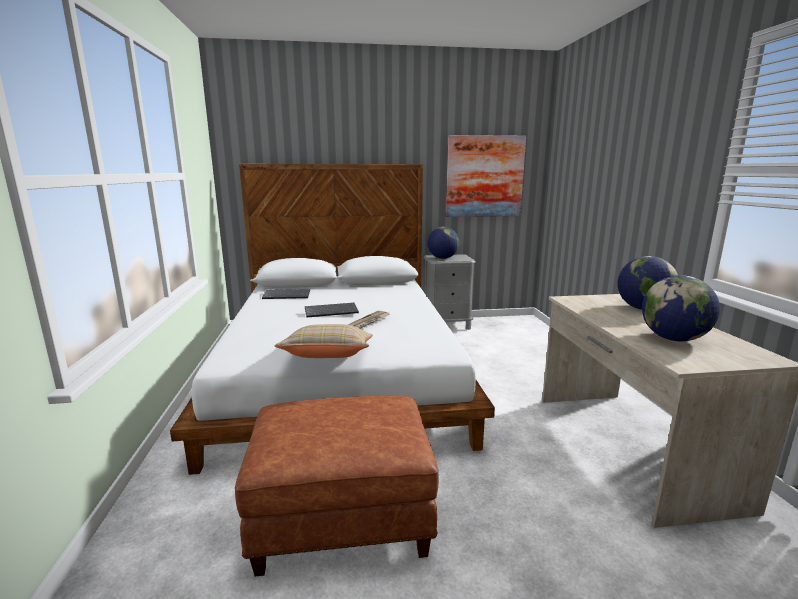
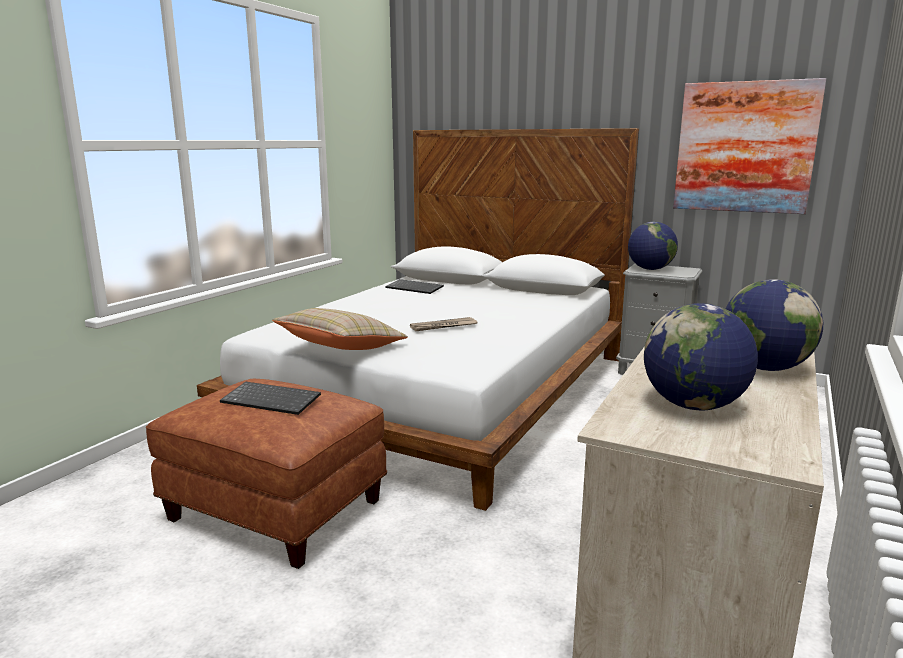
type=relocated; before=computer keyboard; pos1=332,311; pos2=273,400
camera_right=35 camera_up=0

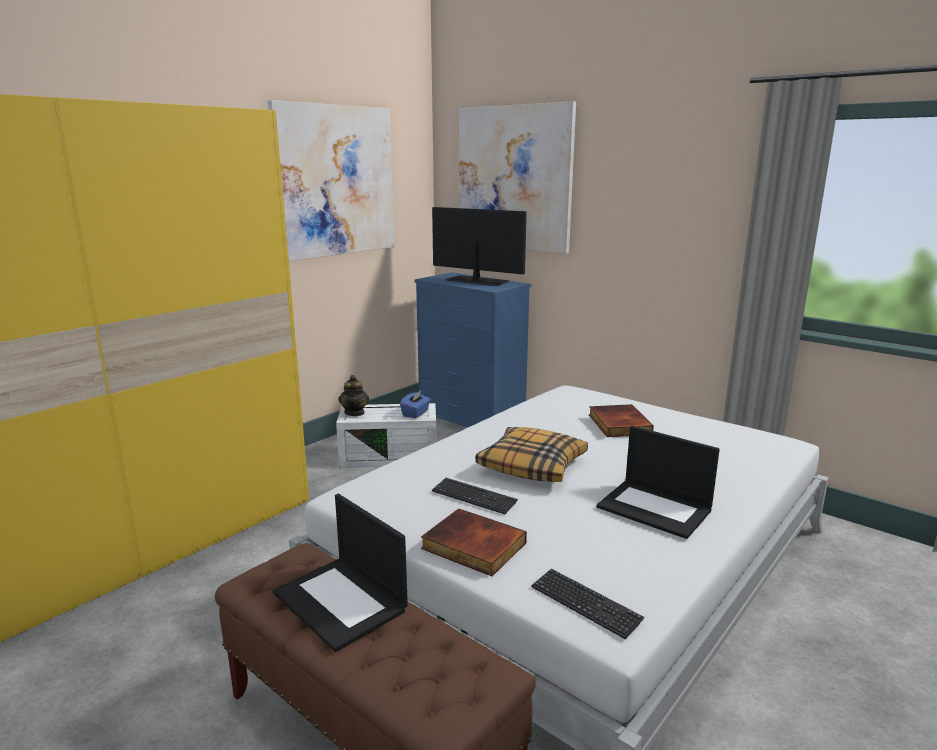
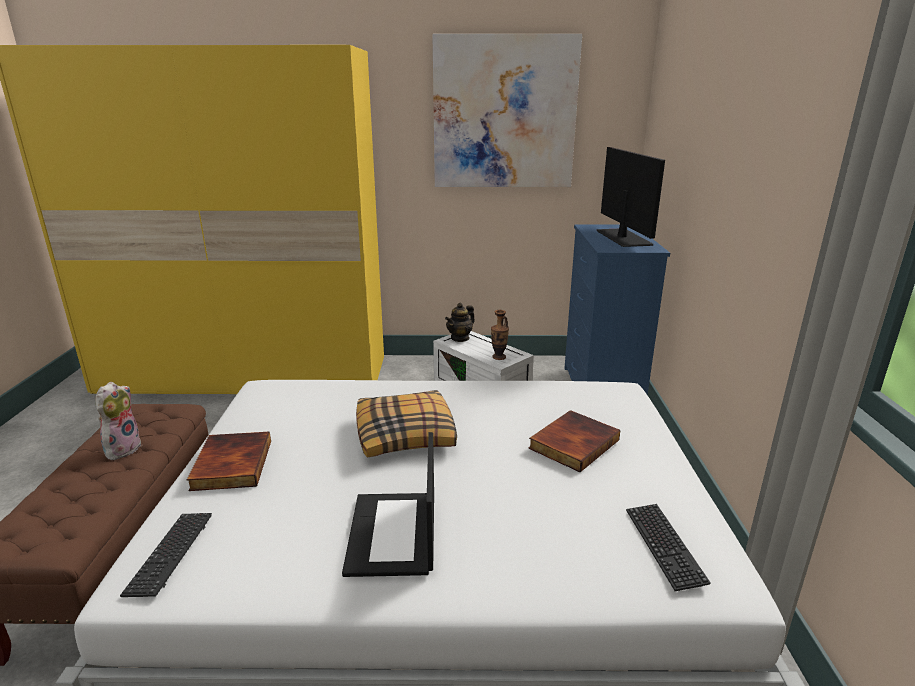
type=missing; before=wall art; pos1=514,178
type=relocated; before=computer keyboard; pos1=474,497; pos2=664,546
type=exchanged; before=notebook computer; after=plush toy; pos1=341,602; pos2=122,448
type=exchanged; before=blue tissue box; after=flower vase; pos1=416,413; pos2=499,357
camera_right=50 camera_up=5

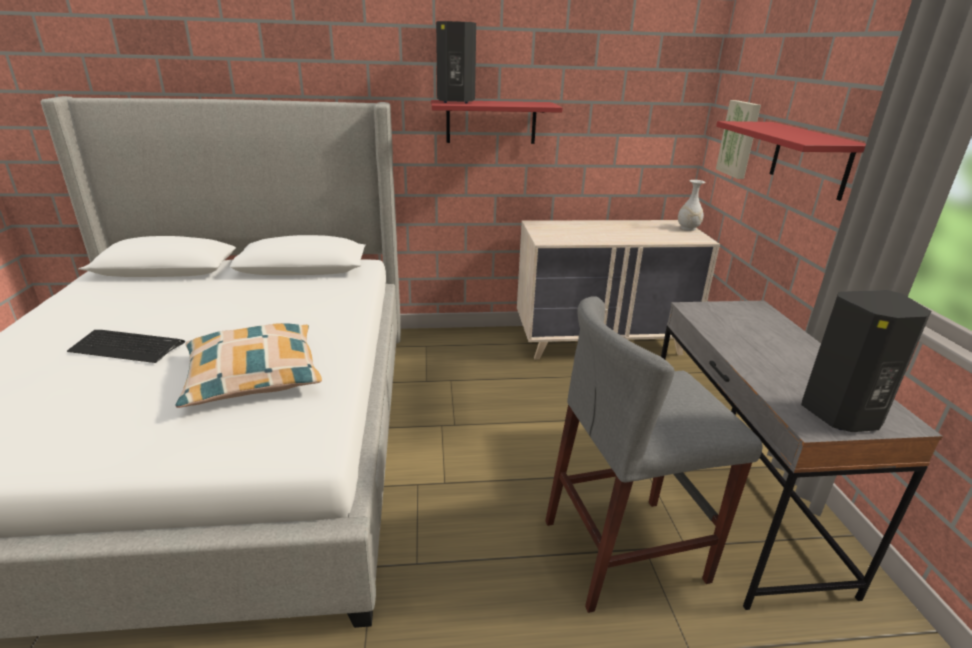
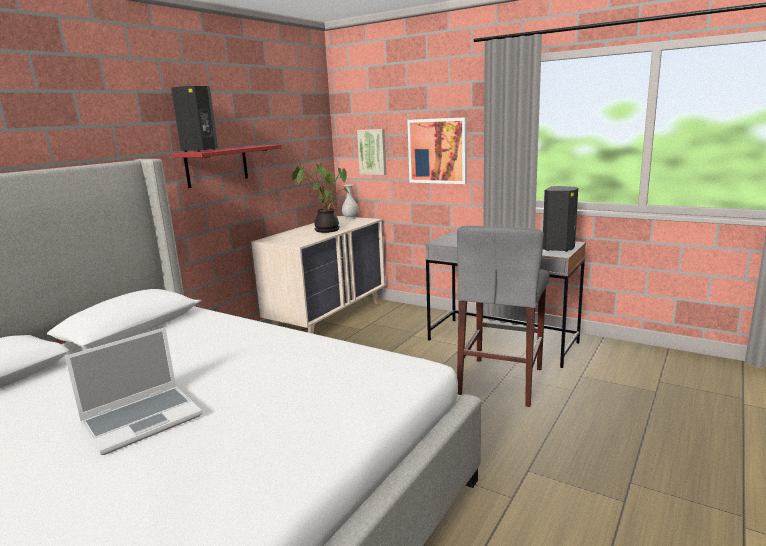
type=missing; before=cushion; pos1=253,376
type=appeared; after=potted plant; pos2=327,230
type=exchanged; before=computer keyboard; after=notebook computer; pos1=127,347; pos2=143,419
type=exchanged; before=red bracket shelf; after=wall art; pos1=810,159; pos2=437,151
camera_right=-50 camera_up=-10

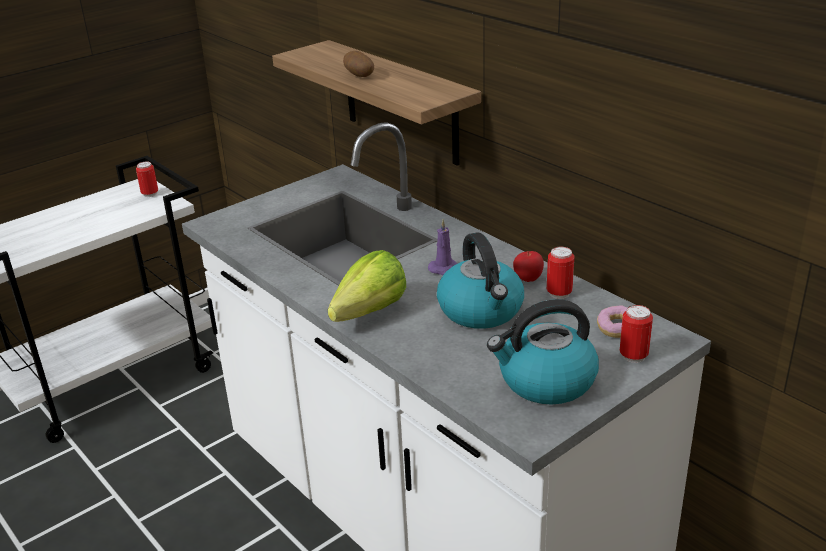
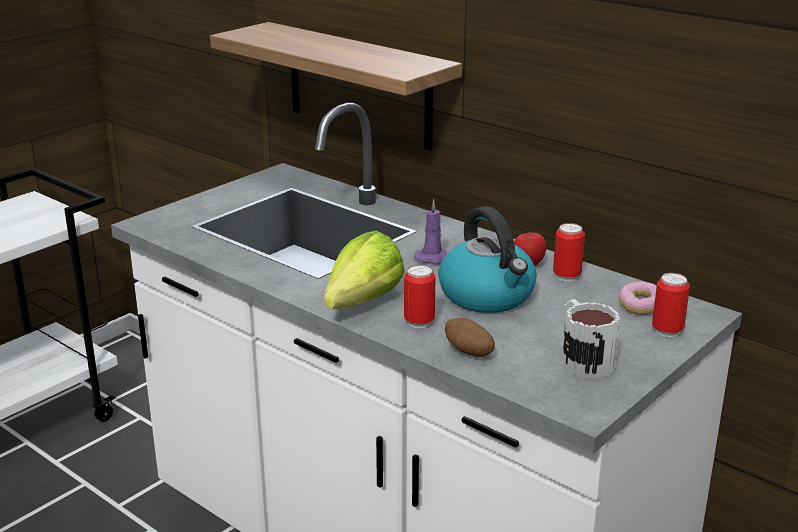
type=relocated; before=sealed can; pos1=150,194; pos2=419,322
type=relocated; before=potato; pos1=359,76; pos2=468,353
type=exchanged; before=tea kettle; after=coffee mug; pos1=545,381; pos2=582,359
camera_right=-10 camera_up=-5

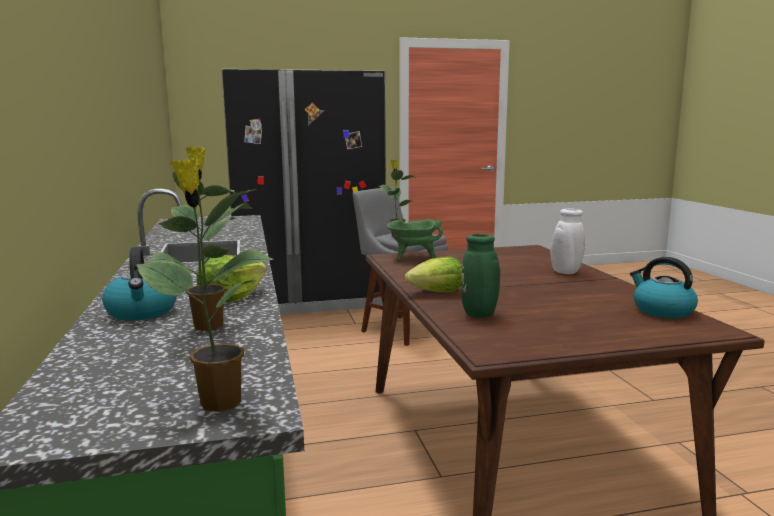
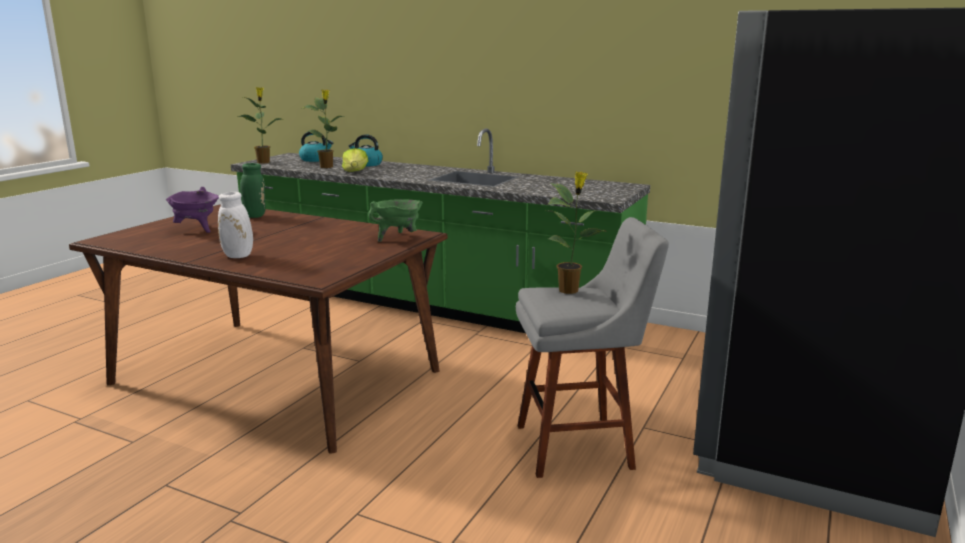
type=missing; before=head of lettuce; pos1=437,292
type=appeared; after=purple-coloured stockpot; pos2=197,230
type=relocated; before=tea kettle; pos1=662,311; pos2=315,159
camera_right=130 camera_up=5

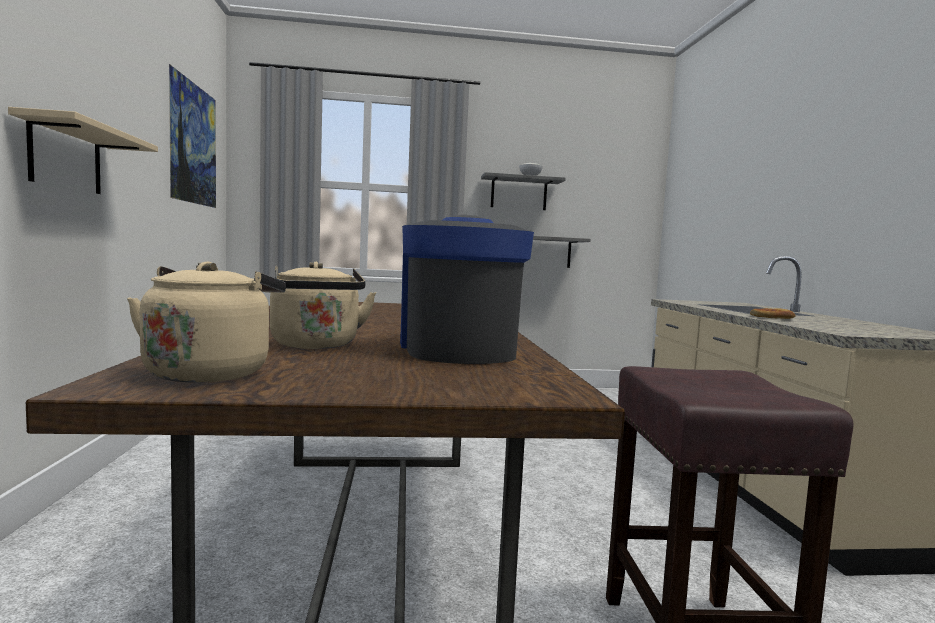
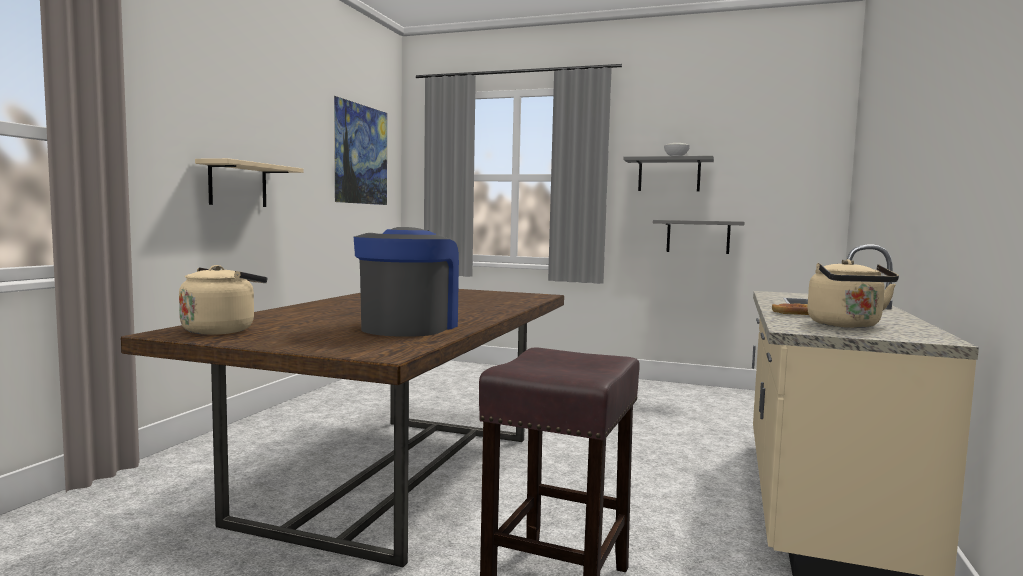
type=relocated; before=beige tea kettle; pos1=317,345; pos2=846,325
camera_right=25 camera_up=0

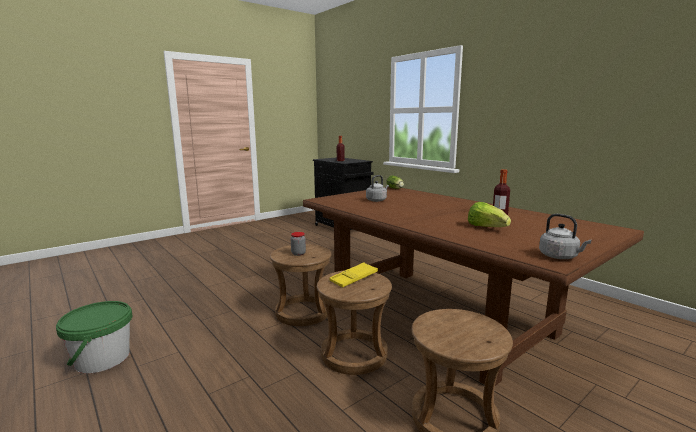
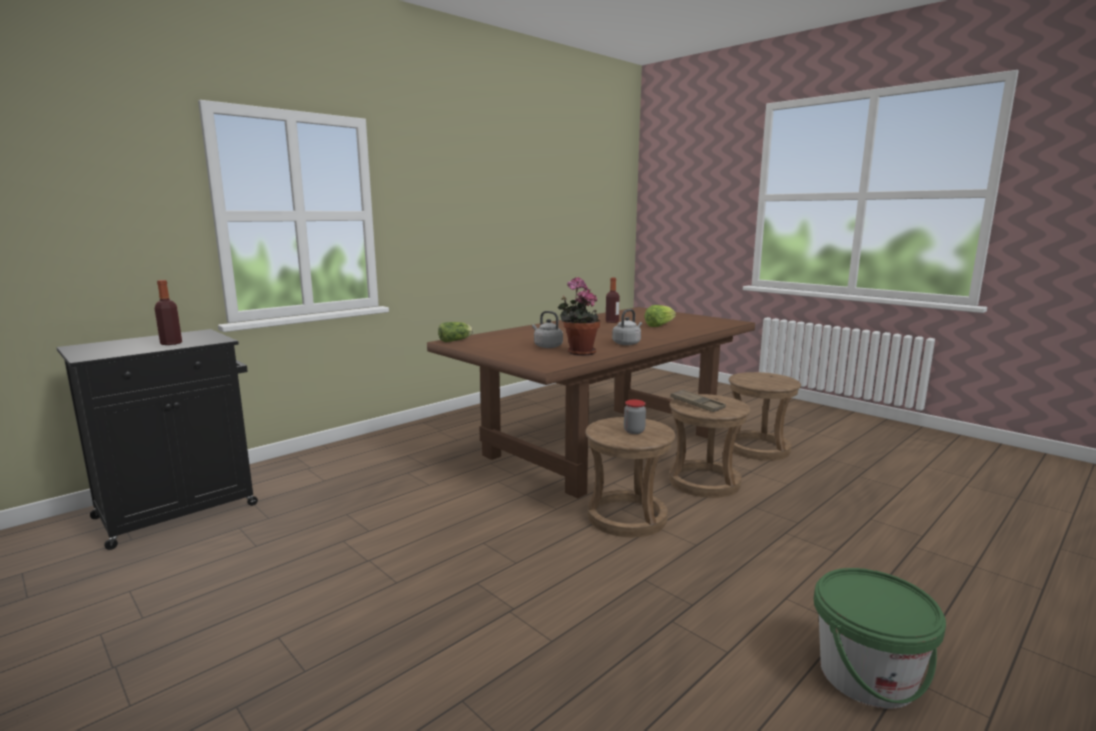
type=appeared; after=potted plant; pos2=579,352
type=relocated; before=grey tea kettle; pos1=560,257; pos2=627,343
type=colour; before=yellowish serving tray; after=brown-coloured serving tray; pos1=354,278; pos2=697,405
camera_right=-95 camera_up=0

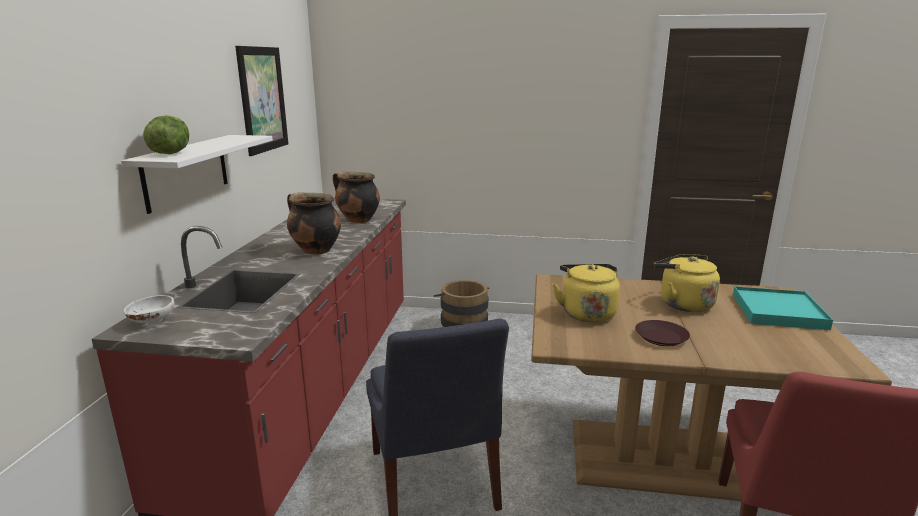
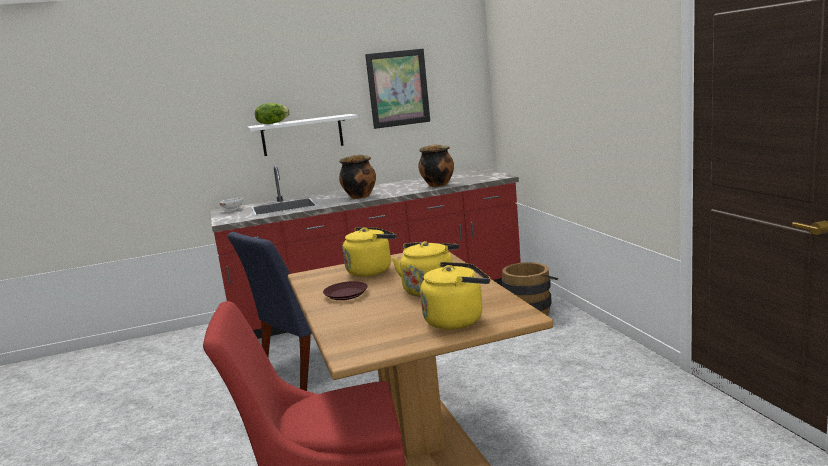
type=exchanged; before=turquoise-coloured serving tray; after=yellowish tea kettle; pos1=778,311; pos2=457,320
camera_right=65 camera_up=-5

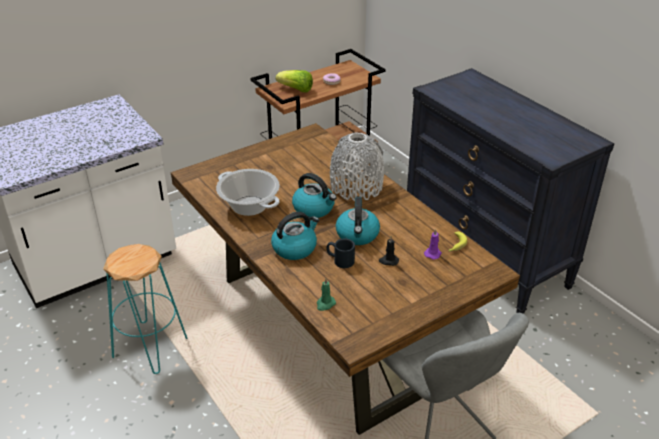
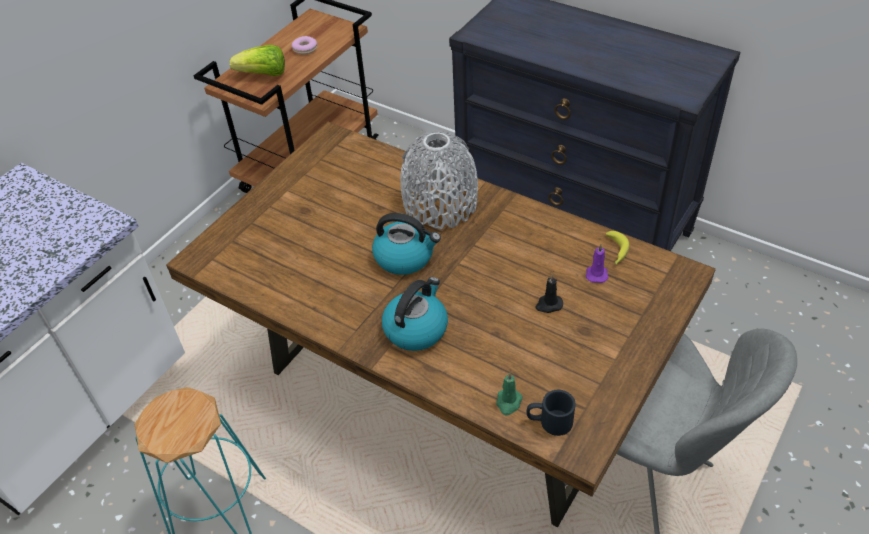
type=missing; before=stockpot; pos1=249,206
type=missing; before=tea kettle; pos1=357,235
type=relocated; before=black-coloured coffee mug; pos1=340,260; pos2=549,421
camera_right=-20 camera_up=10

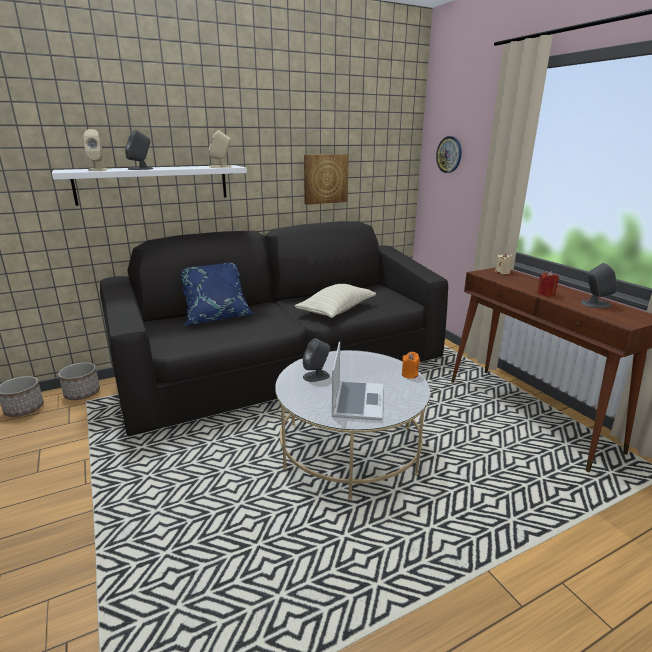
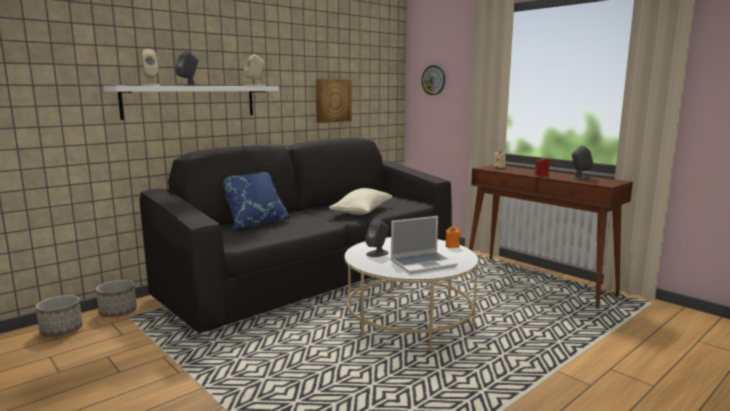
type=spun; before=notebook computer; pos1=357,401; pos2=423,264; turn=75
camera_right=-15 camera_up=-10

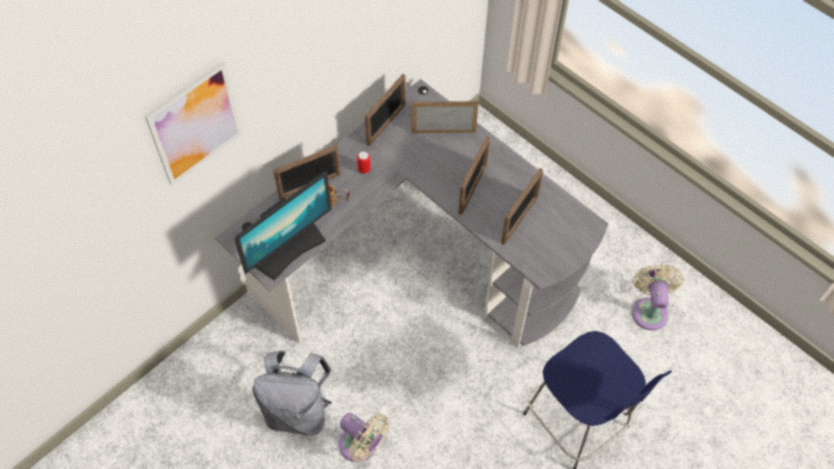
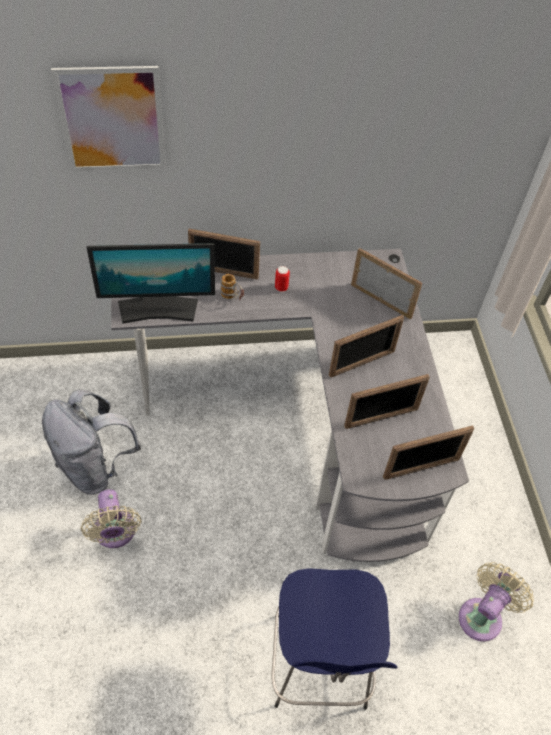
type=relocated; before=standing frame; pos1=386,124; pos2=421,468
camera_right=35 camera_up=-5

